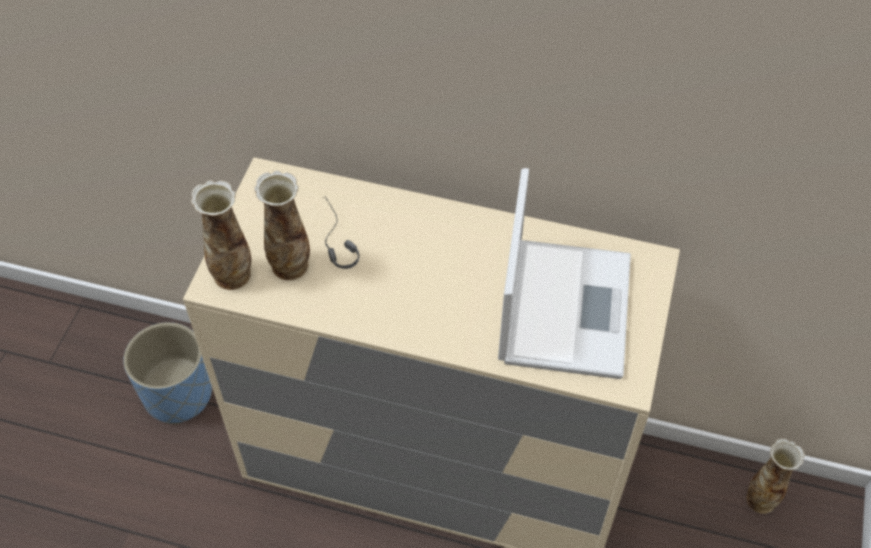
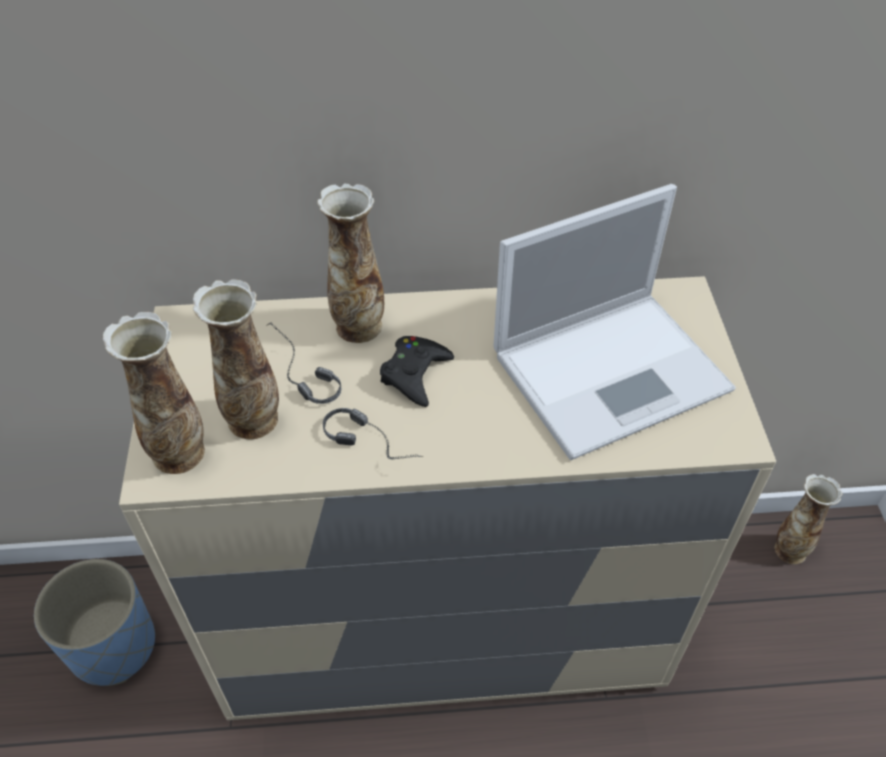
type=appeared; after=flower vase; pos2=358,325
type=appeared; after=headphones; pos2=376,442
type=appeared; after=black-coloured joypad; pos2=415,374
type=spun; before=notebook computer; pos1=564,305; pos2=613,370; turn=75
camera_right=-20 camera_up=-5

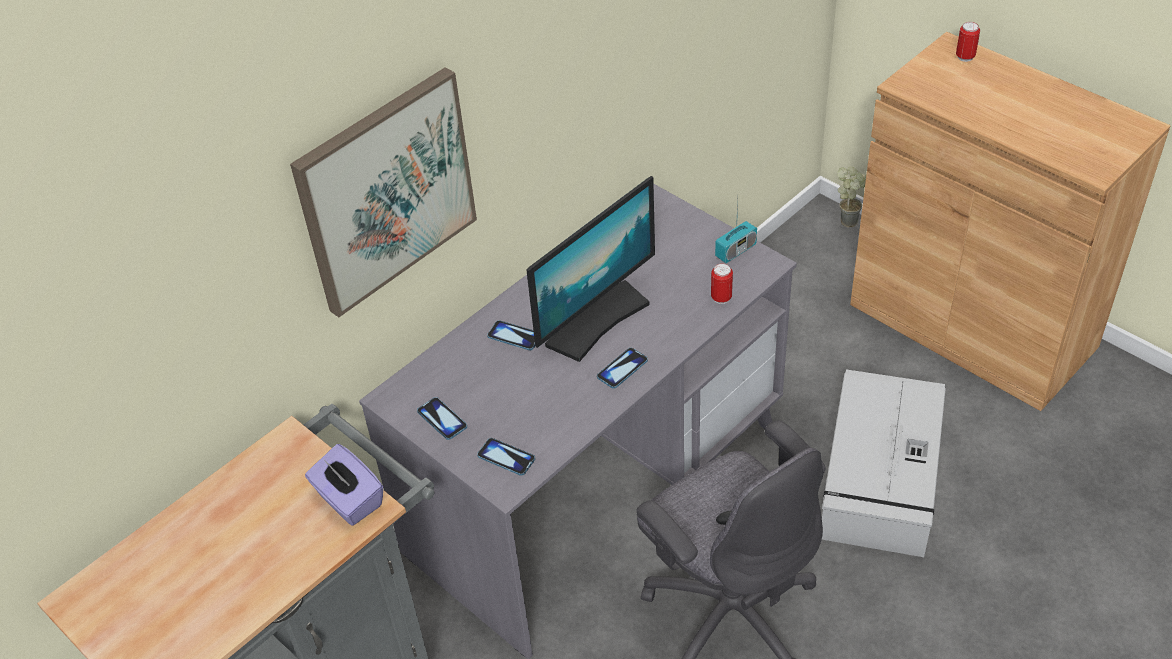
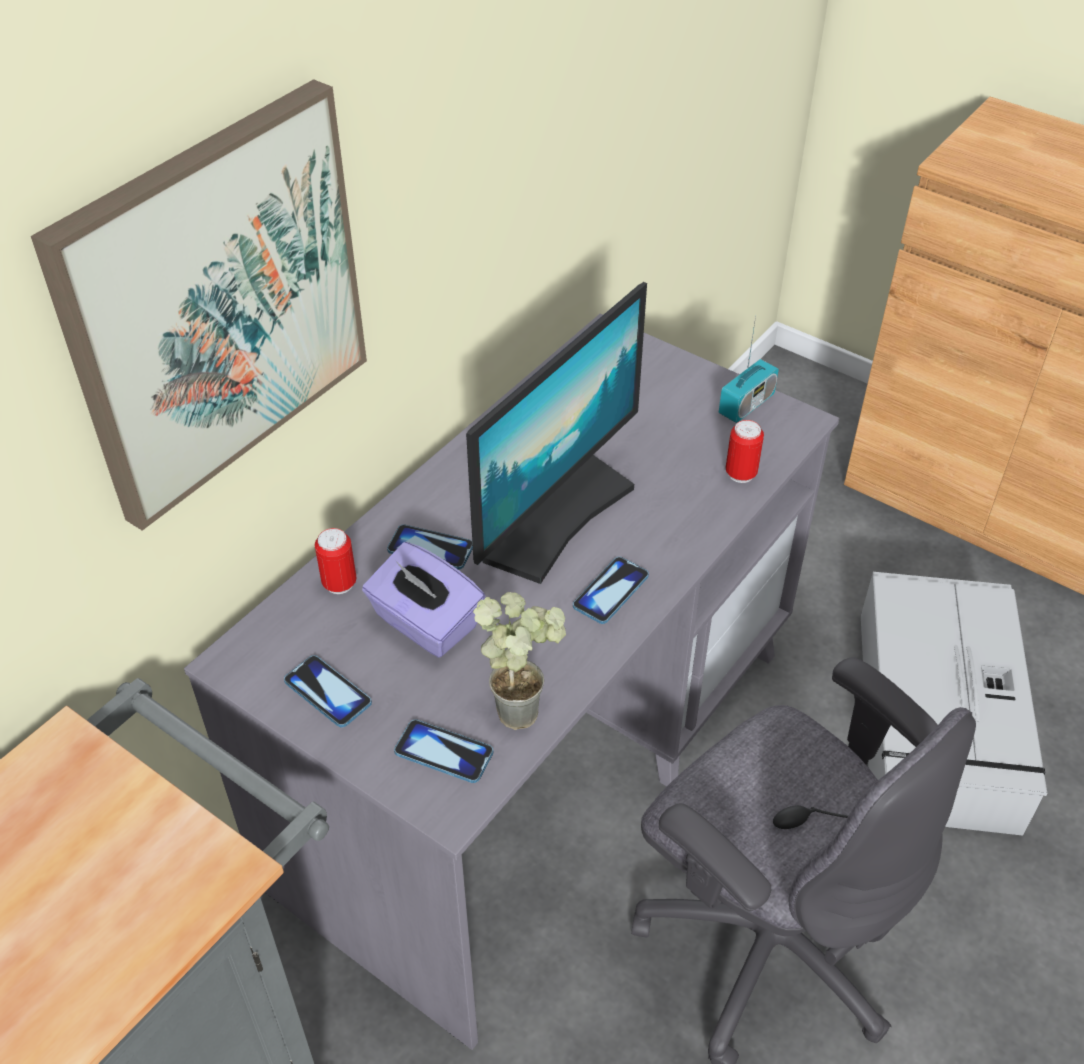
type=relocated; before=purple-coloured tissue box; pos1=349,500; pos2=425,623
type=relocated; before=potted plant; pos1=851,219; pos2=524,705
type=relocated; before=sealed can; pos1=965,57; pos2=339,584
camera_right=-10 camera_up=0

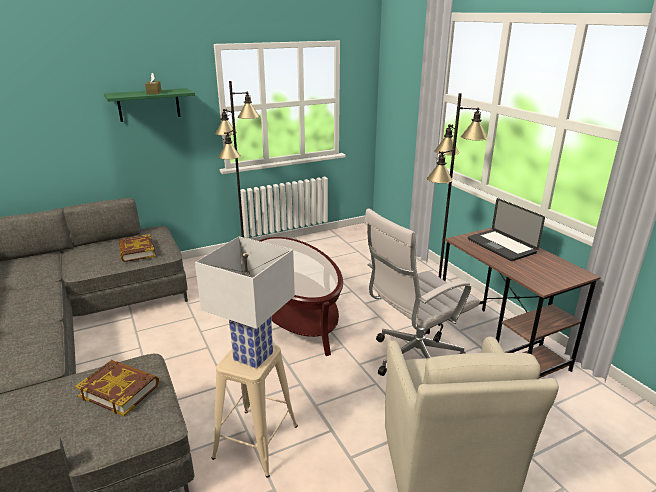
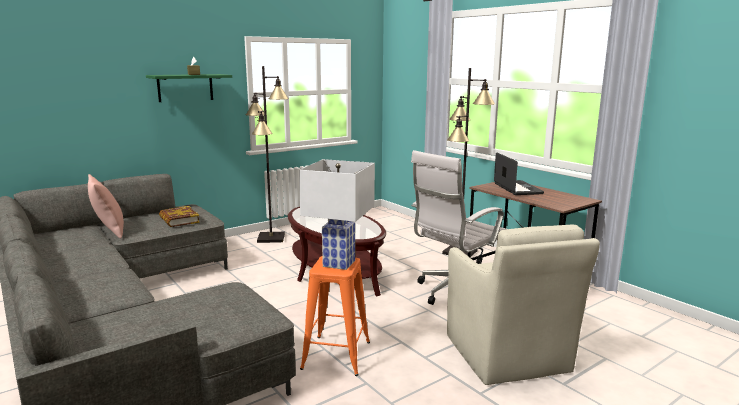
type=missing; before=volume; pos1=119,390
type=appeared; after=pink cushion; pos2=109,231
type=colour; before=beige stool; after=orange-coloured stool; pos1=256,441; pos2=336,355
type=spun; before=notebook computer; pos1=501,246; pos2=517,189; turn=-150
camera_right=-10 camera_up=-10

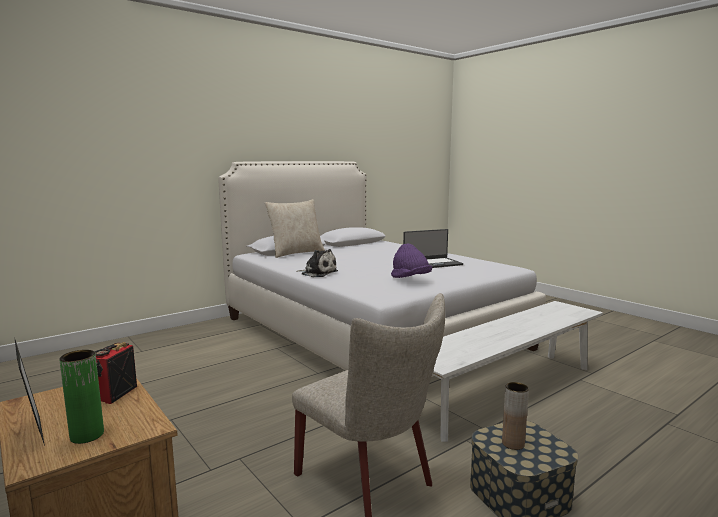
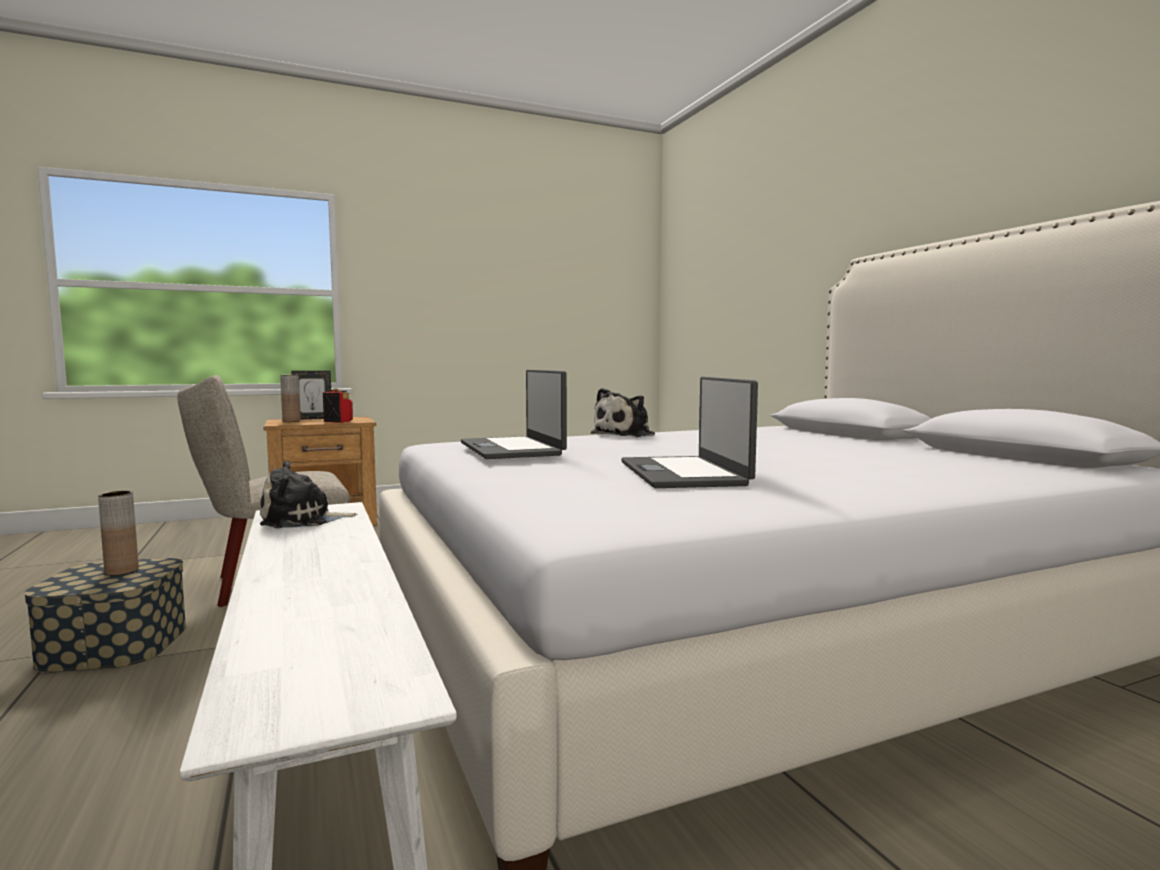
type=missing; before=beige cushion; pos1=296,253
type=appeared; after=plush toy; pos2=302,520
type=exchanged; before=purple-coloured wearable hat; after=notebook computer; pos1=410,279; pos2=512,449
type=colour; before=green-coloured flower vase; after=brown-coloured flower vase; pos1=87,435; pos2=291,421
camera_right=105 camera_up=-5

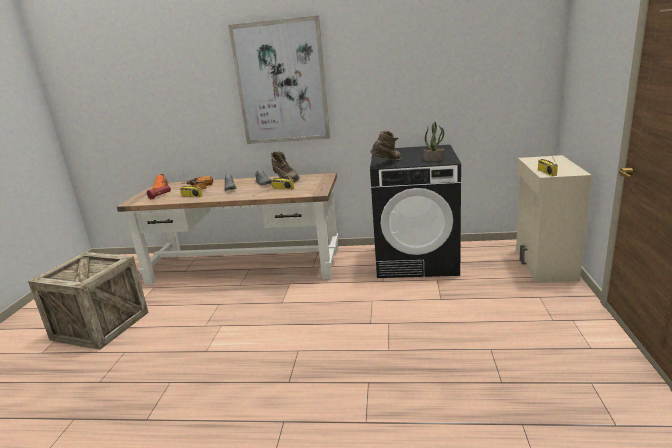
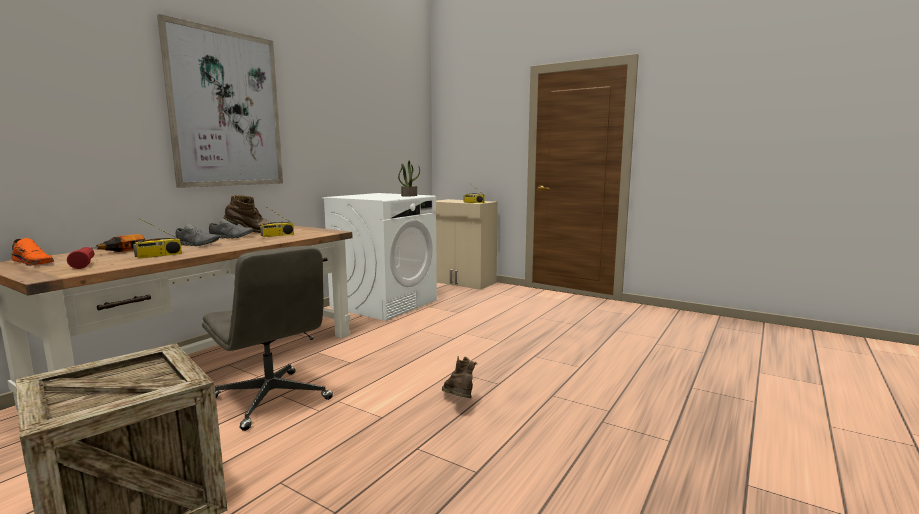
type=appeared; after=grey office chair; pos2=272,399
type=relocated; before=brown-coloured high-top boot; pos1=387,163; pos2=459,402
type=colour; before=black-coloured laundry machine; after=whitish laundry machine; pos1=416,260; pos2=384,304
camera_right=-65 camera_up=-10

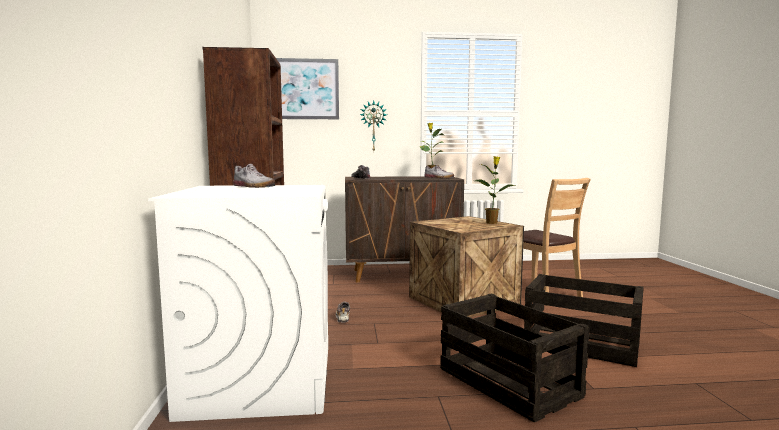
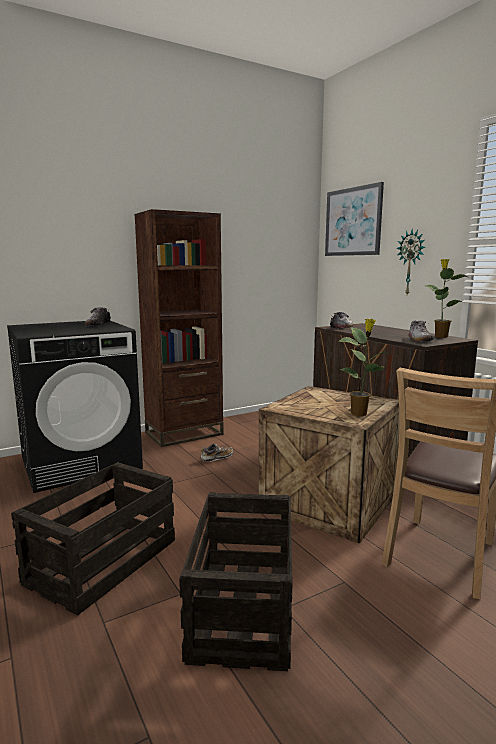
type=colour; before=whitish laundry machine; after=black-coloured laundry machine; pos1=260,379; pos2=81,462
camera_right=65 camera_up=5

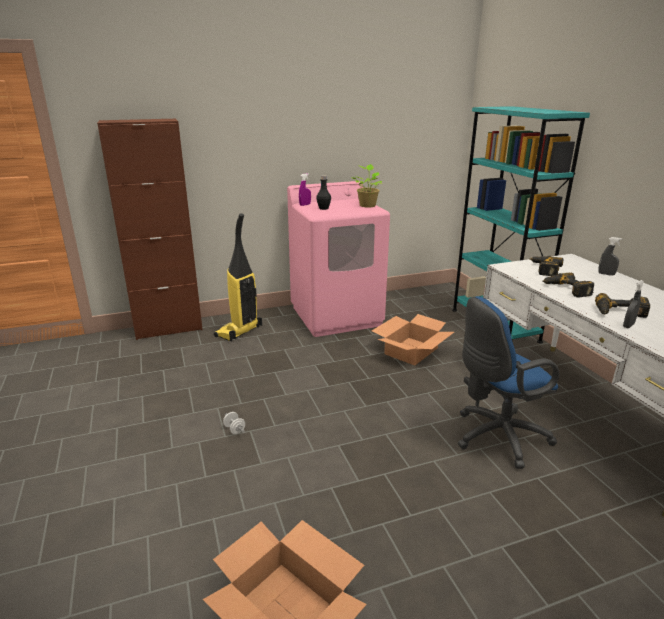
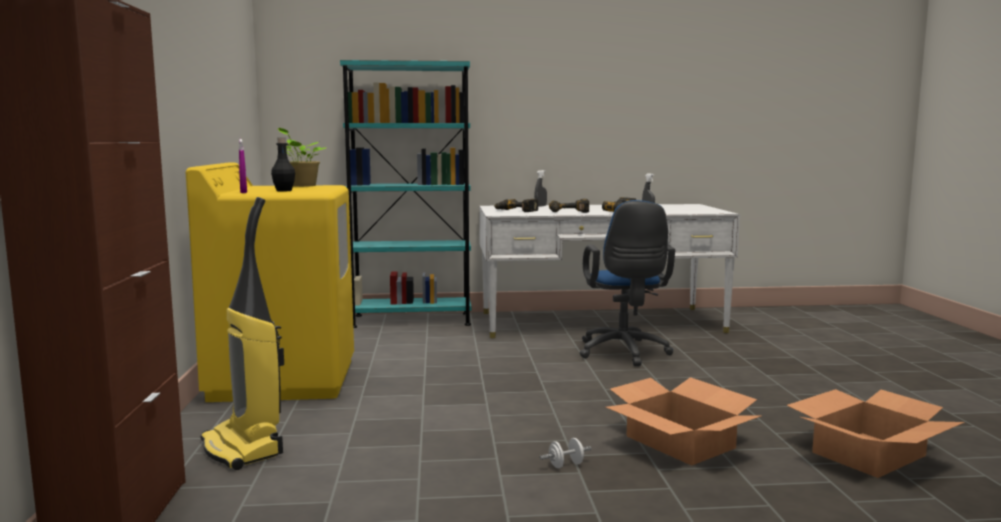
type=relocated; before=cardboard box; pos1=411,351; pos2=680,442
type=colour; before=pink laundry machine; after=yellowish laundry machine; pos1=337,316; pos2=283,379
camera_right=-75 camera_up=-15

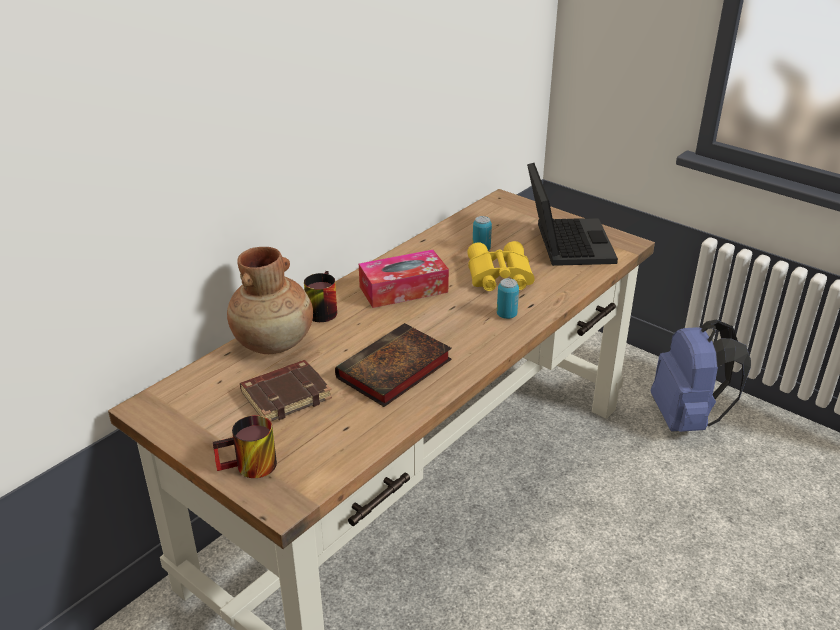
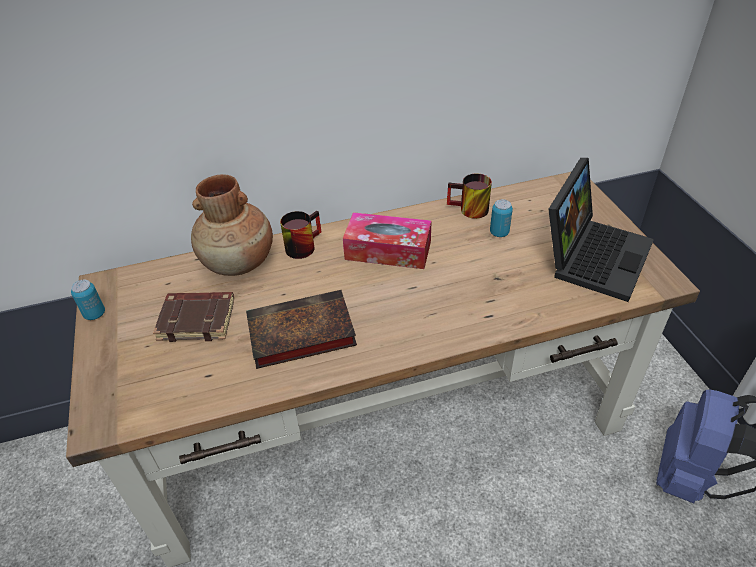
type=missing; before=yellowish pair of binoculars; pos1=498,276
type=relocated; before=coffee mug; pos1=250,468; pos2=468,211
type=relocated; before=sealed can; pos1=506,315; pos2=95,314
camera_right=35 camera_up=10

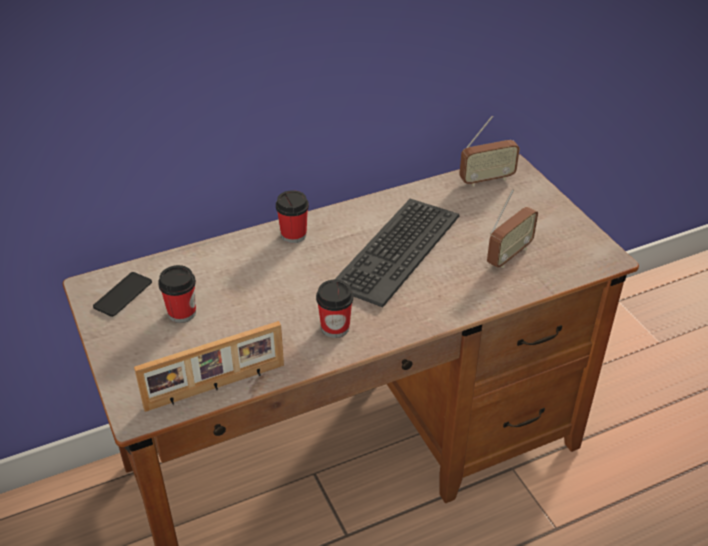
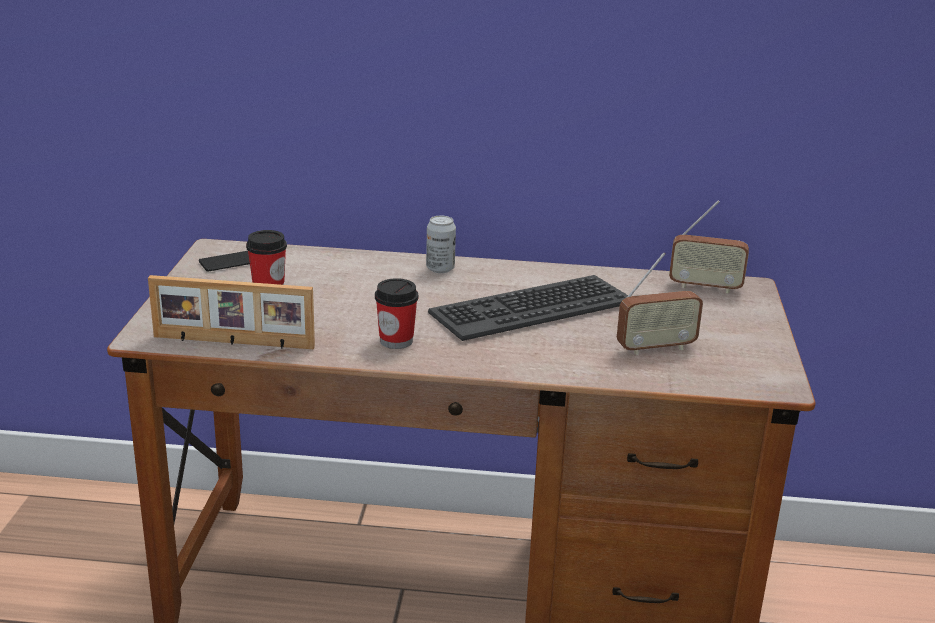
type=exchanged; before=cup; after=sealed can; pos1=293,235; pos2=440,269
camera_right=30 camera_up=-15

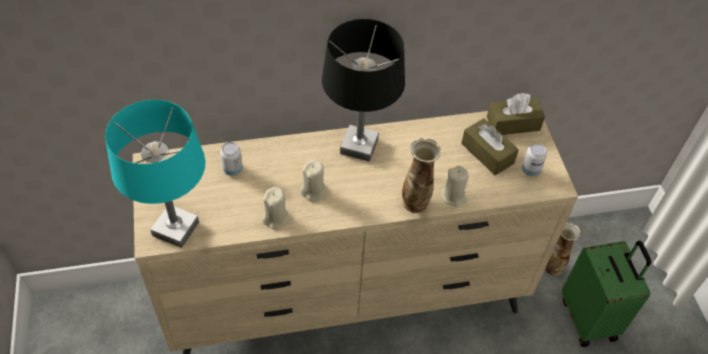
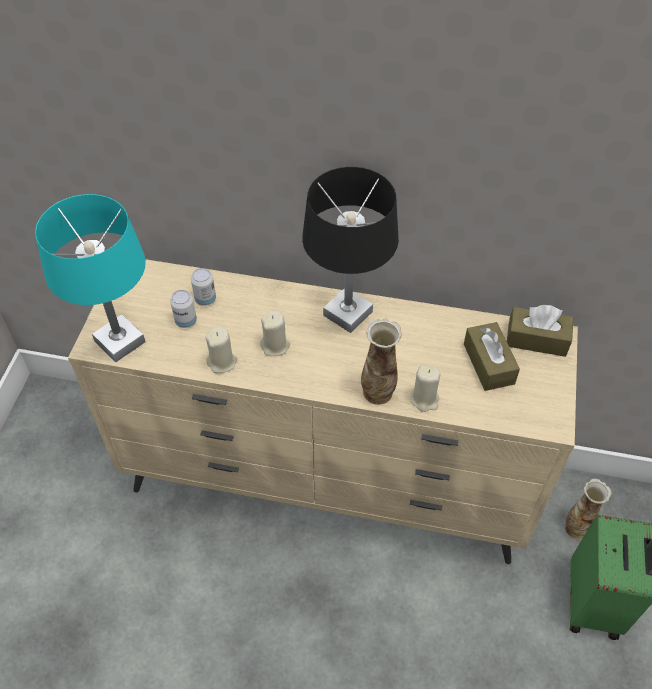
type=relocated; before=sealed can; pos1=530,170; pos2=186,321
camera_right=25 camera_up=0

